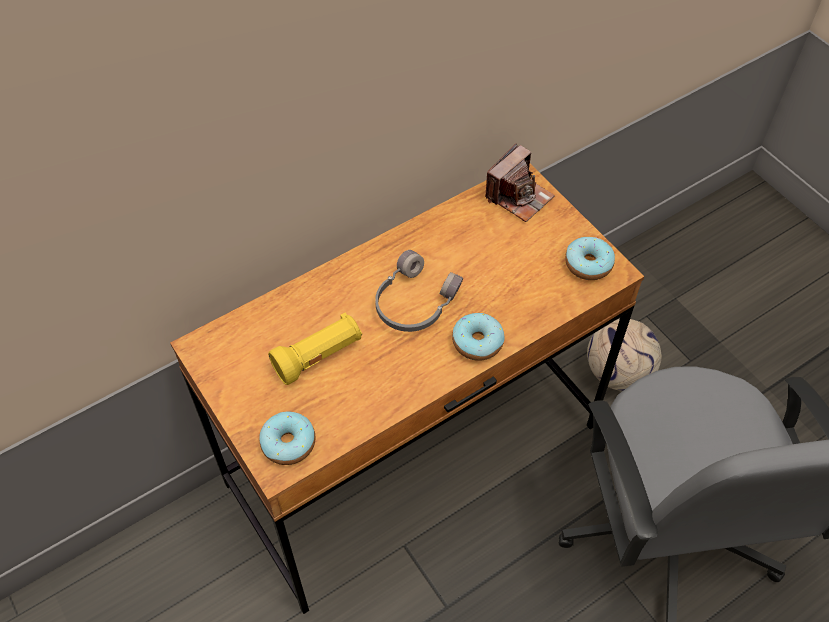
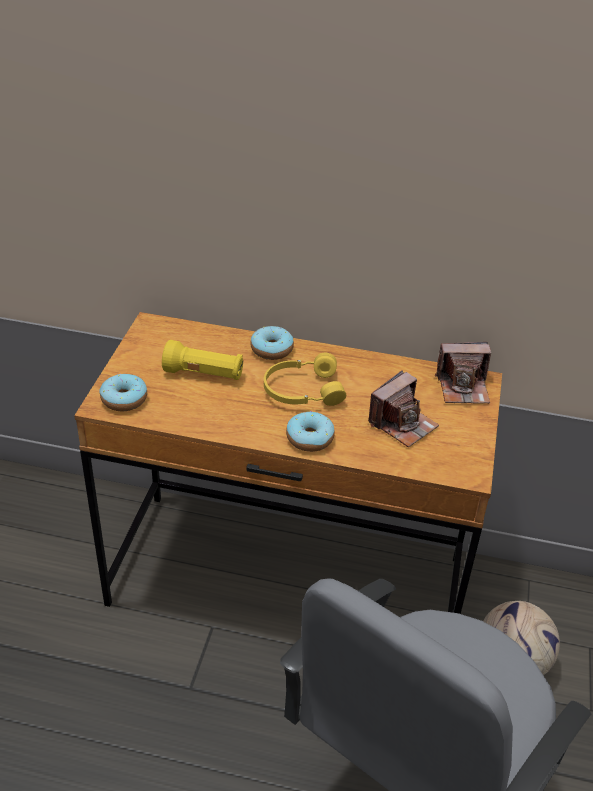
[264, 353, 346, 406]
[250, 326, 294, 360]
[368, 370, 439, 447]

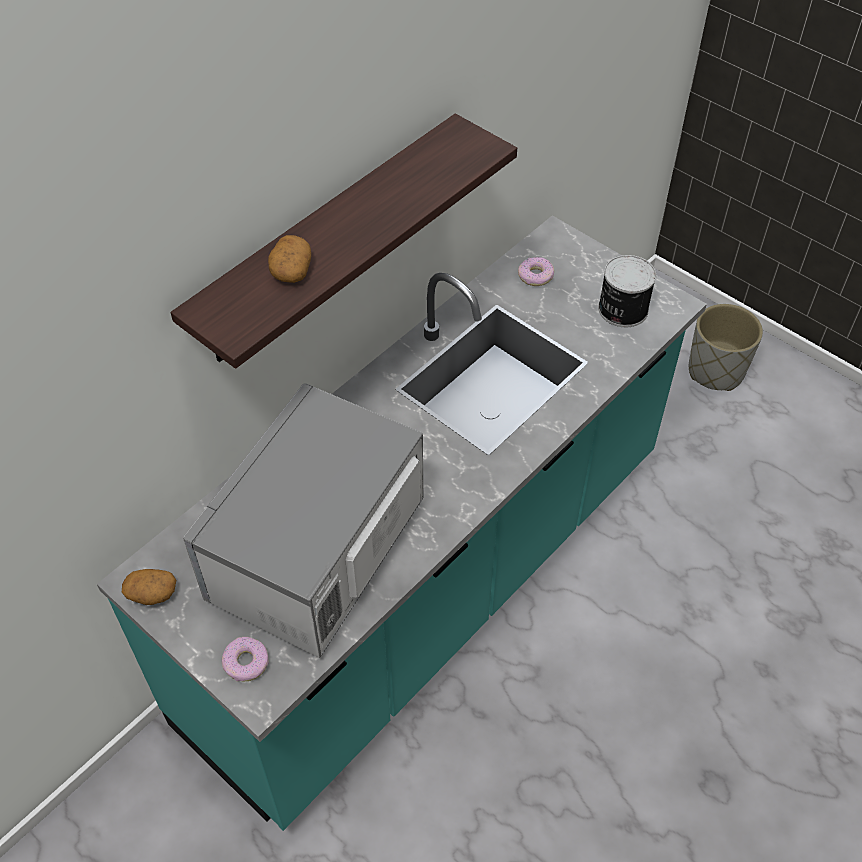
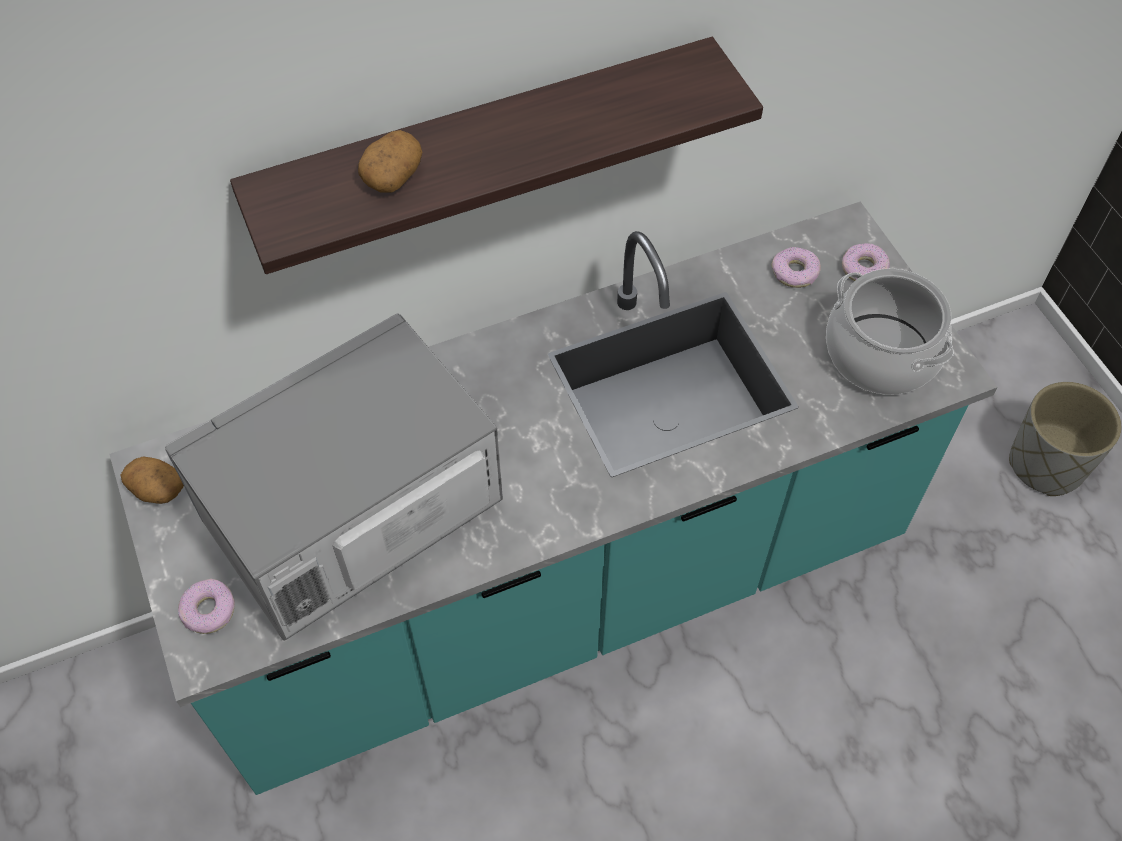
[826, 268, 954, 395]
[842, 243, 890, 281]

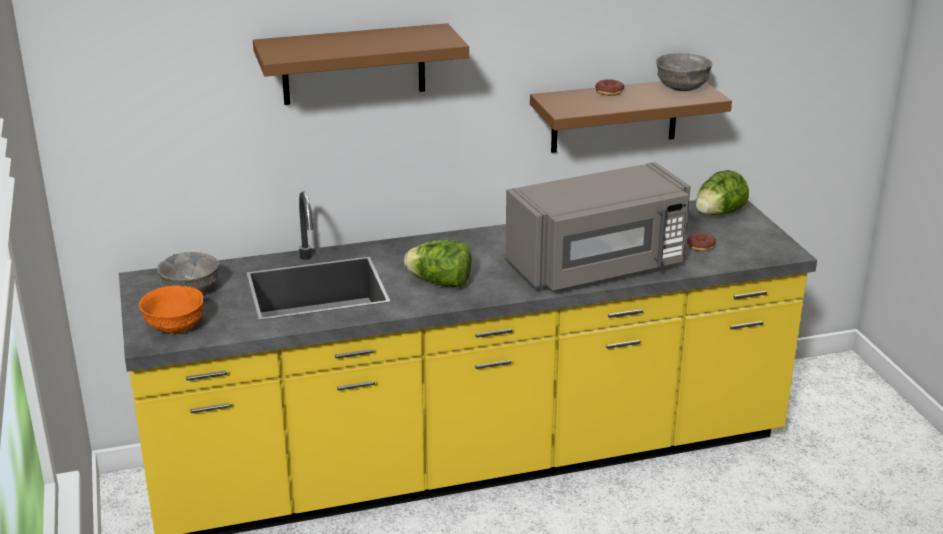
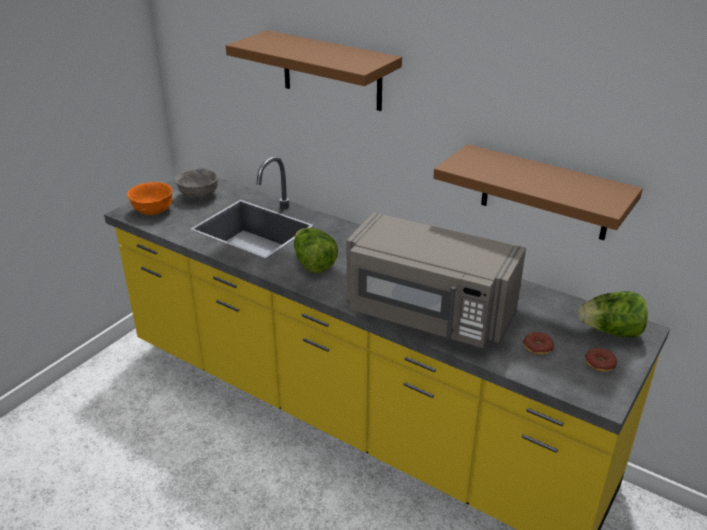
[585, 348, 617, 372]
[656, 53, 712, 91] (first image)

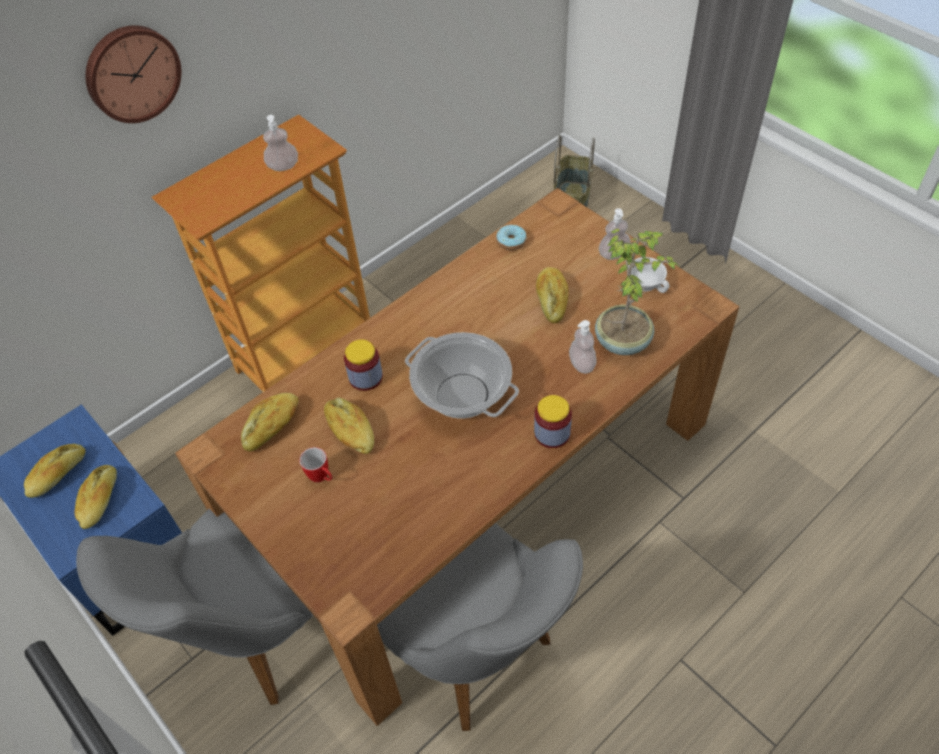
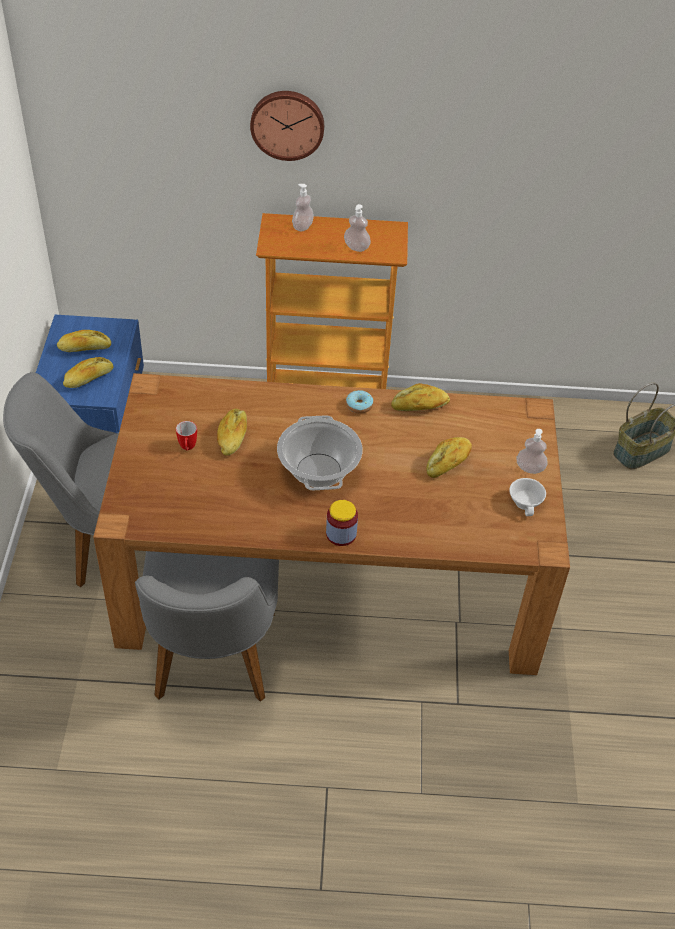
[391, 383, 450, 411]
[344, 340, 383, 391] (first image)
[346, 390, 373, 414]
[292, 184, 314, 231]
[595, 229, 678, 355] (first image)

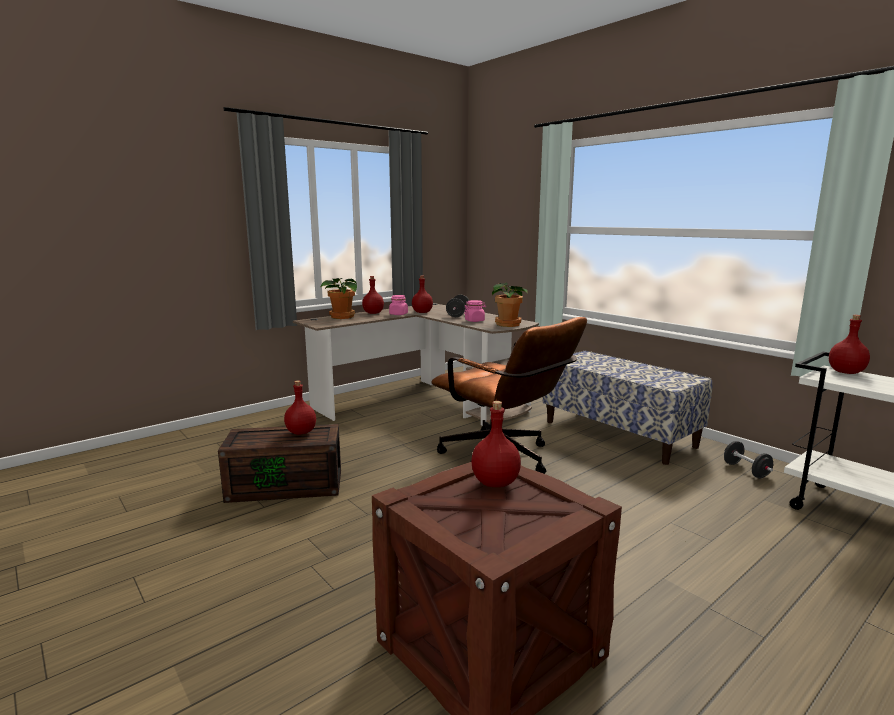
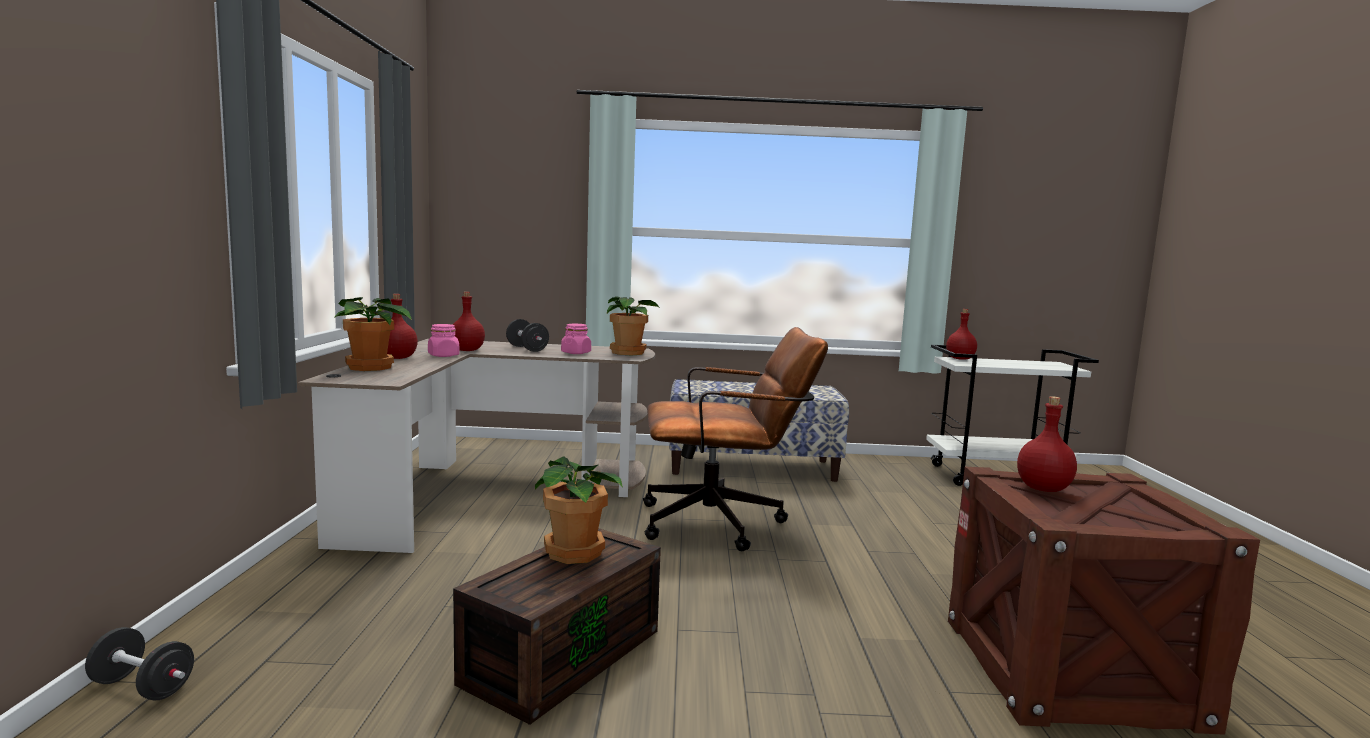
[535, 456, 623, 564]
[85, 627, 194, 701]

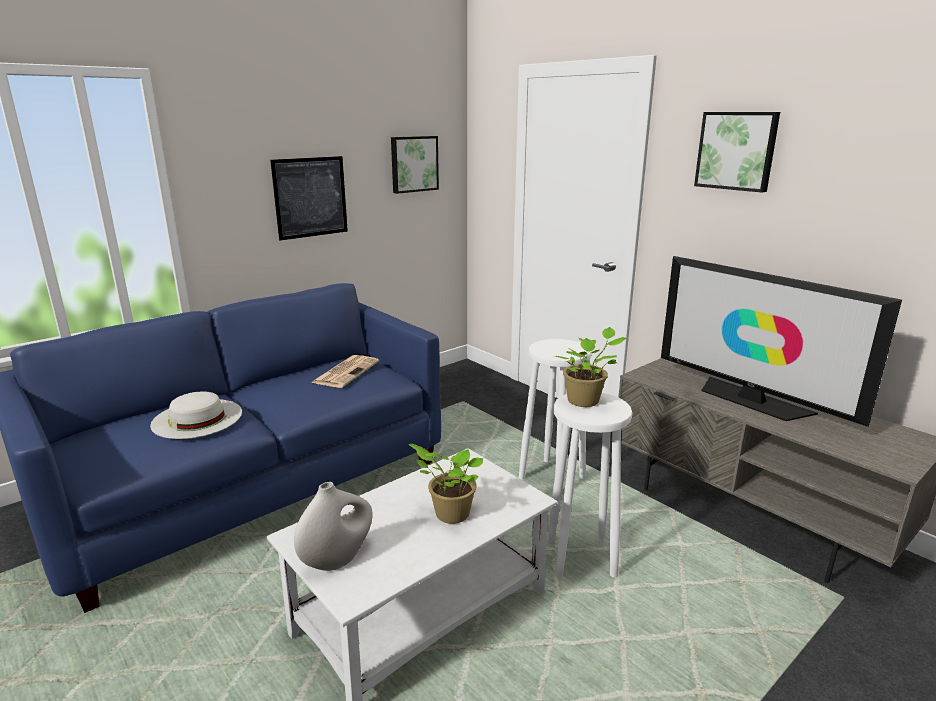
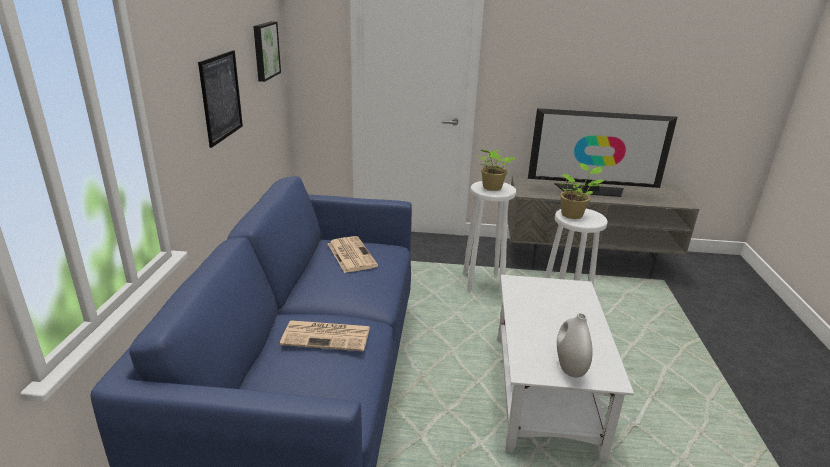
[280, 320, 370, 351]
[476, 150, 515, 191]
[694, 112, 780, 193] (first image)

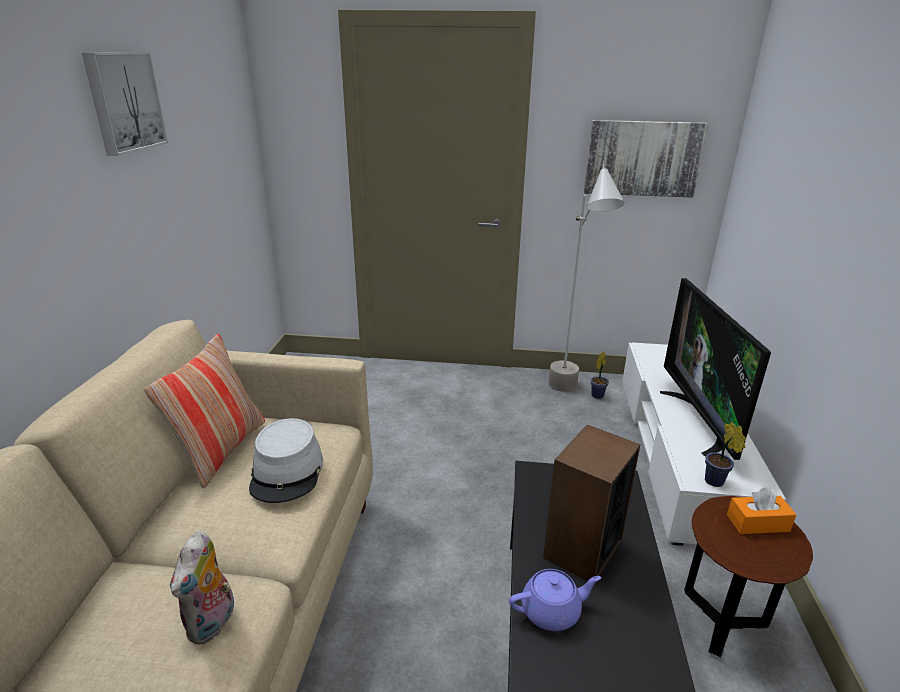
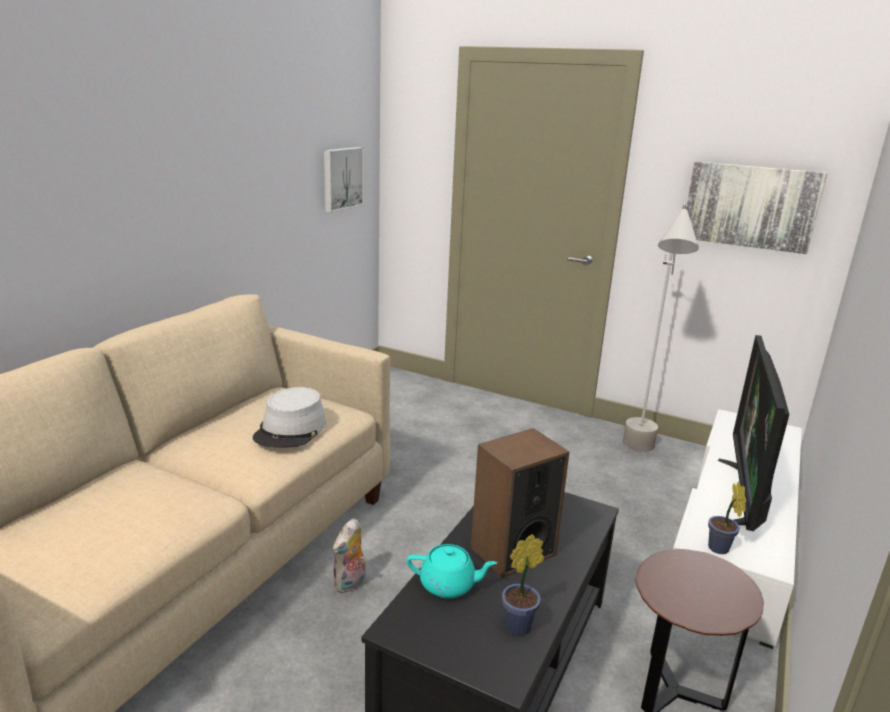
[324, 147, 364, 213]
[144, 334, 265, 489] (first image)
[333, 519, 366, 593]
[407, 544, 497, 598]
[502, 534, 544, 636]
[727, 487, 797, 534] (first image)

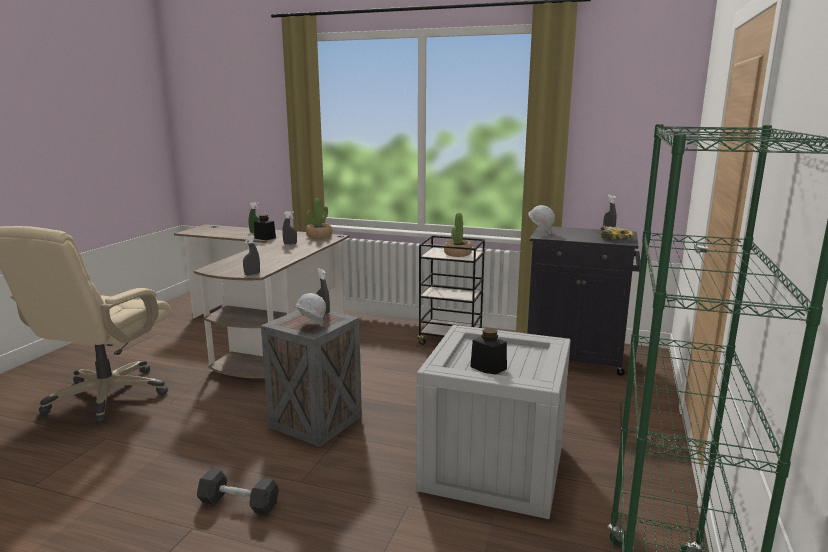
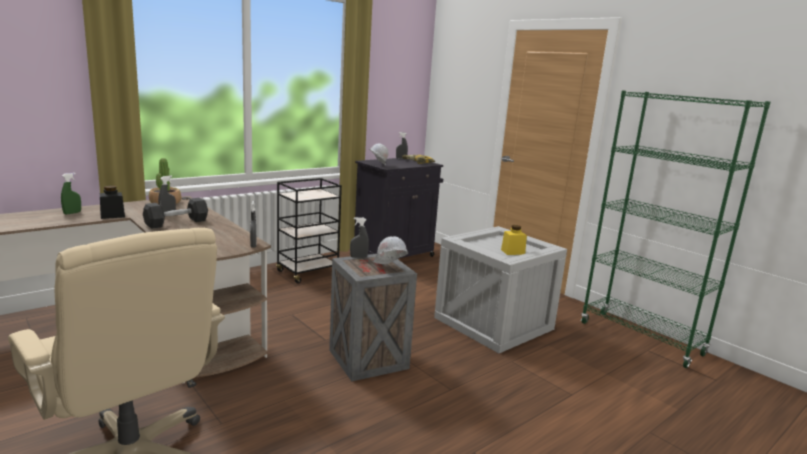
[143, 198, 208, 229]
[444, 213, 472, 257] (first image)
[501, 225, 527, 255]

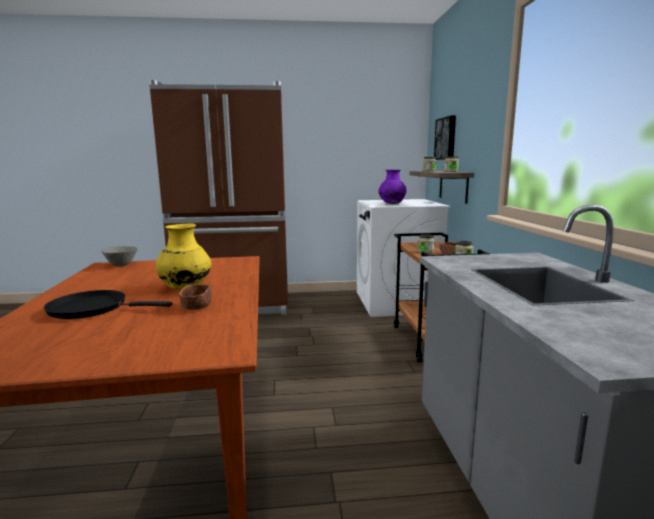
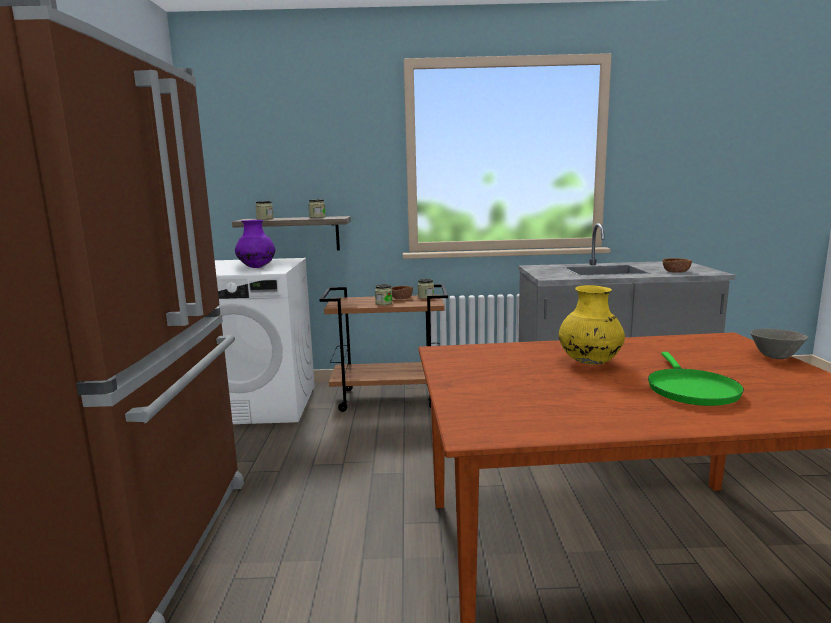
[648, 352, 744, 406]
[750, 329, 808, 359]
[663, 258, 692, 273]
[434, 116, 456, 160] (first image)

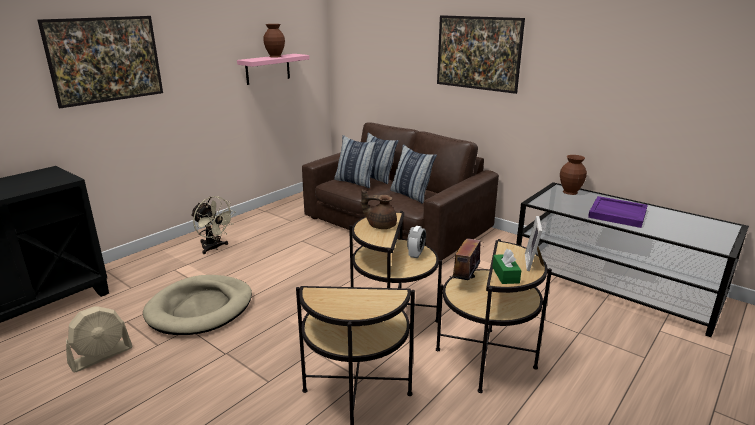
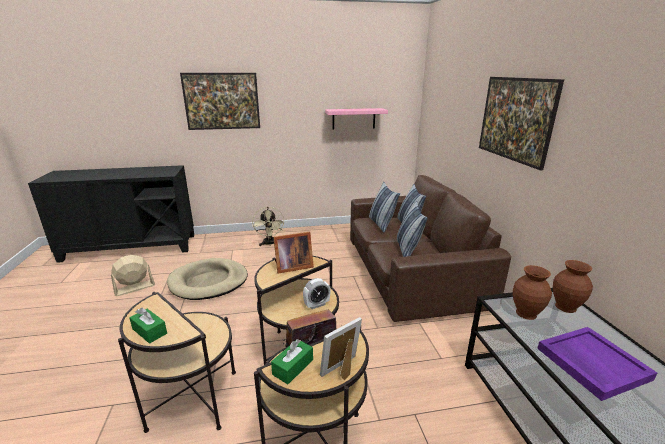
[111, 255, 155, 296]
[513, 265, 552, 320]
[273, 232, 314, 274]
[129, 308, 167, 343]

